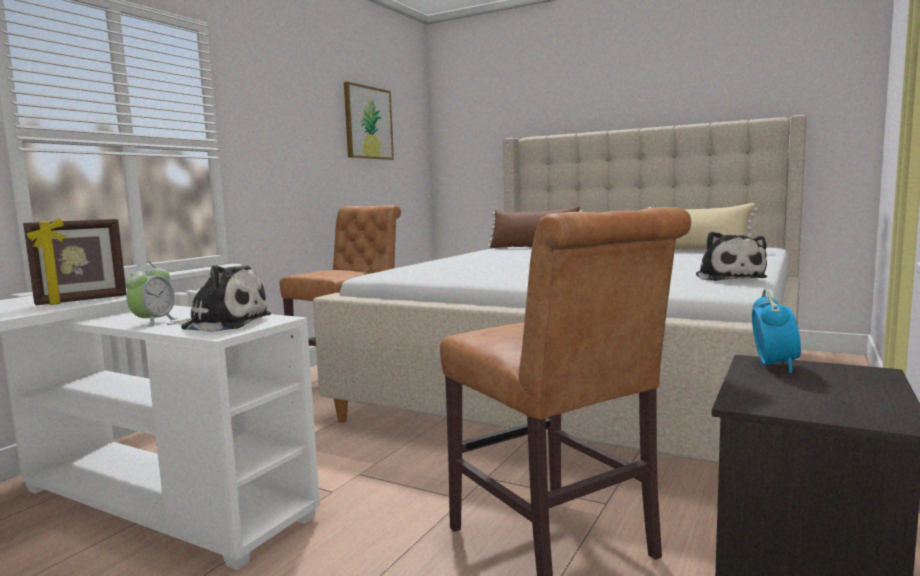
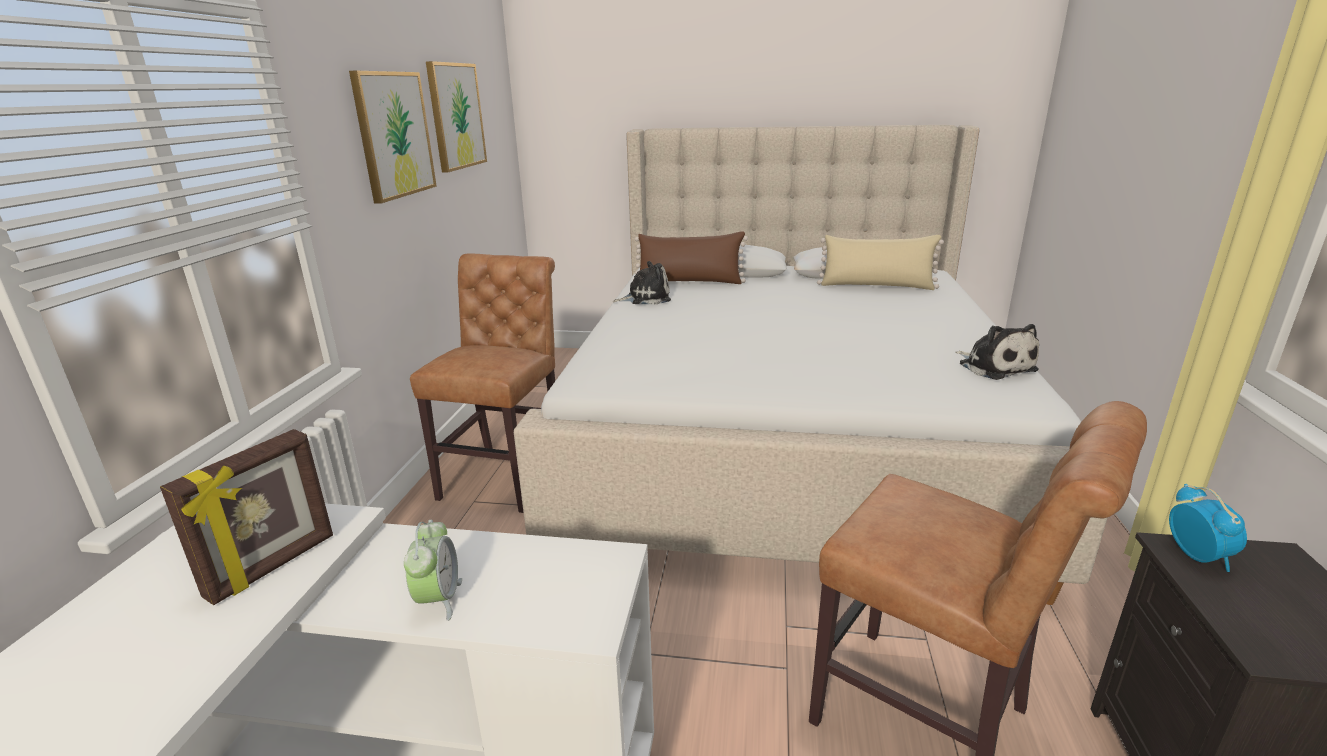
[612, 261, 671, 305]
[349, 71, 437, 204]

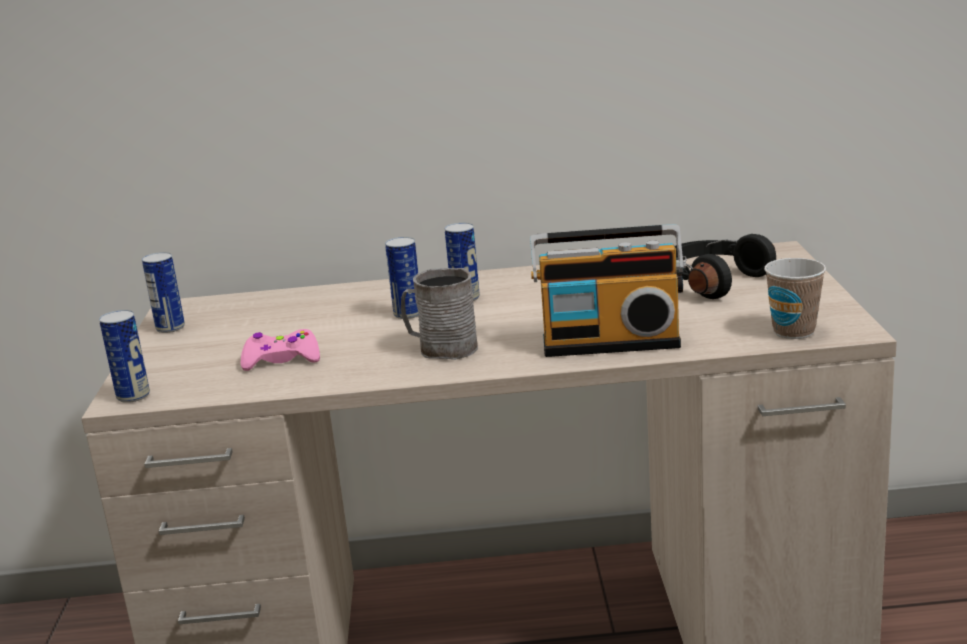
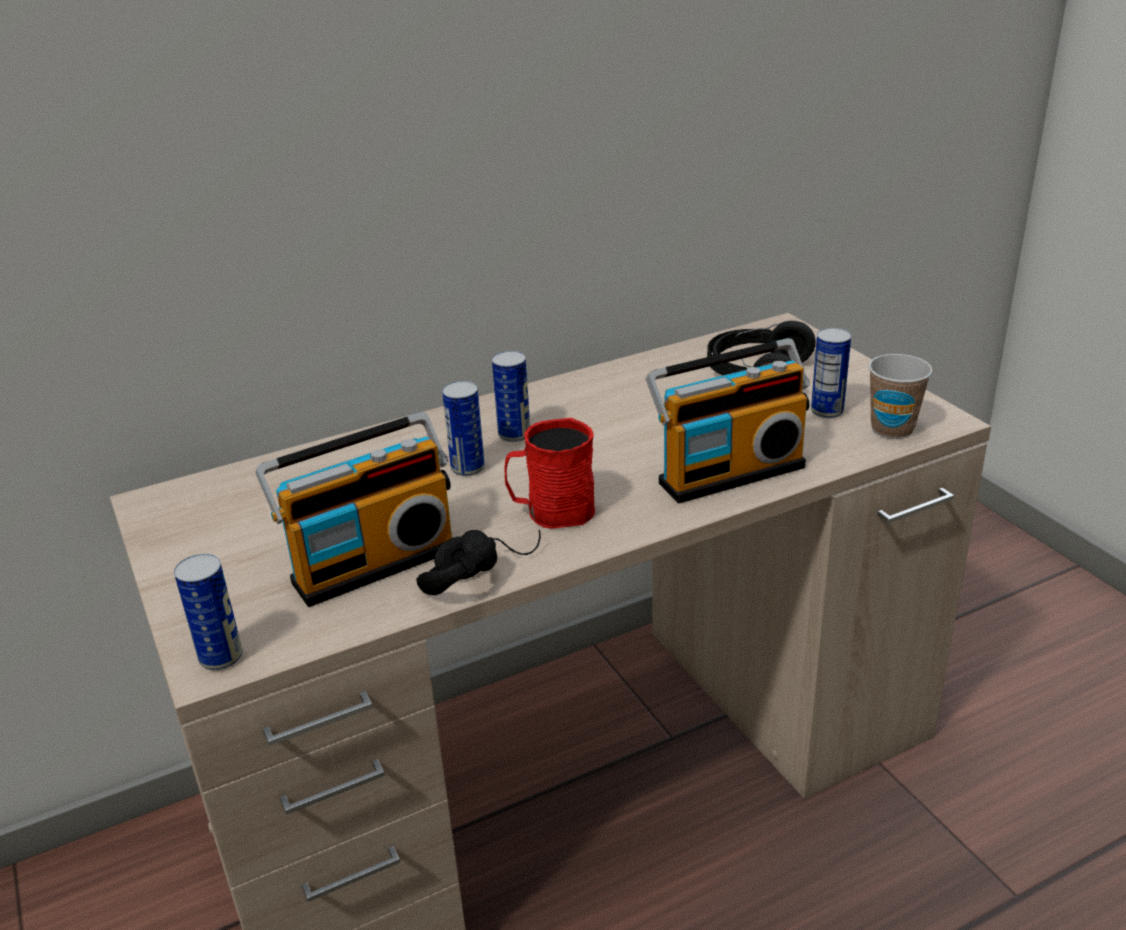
[811, 328, 851, 418]
[256, 412, 452, 607]
[505, 418, 595, 528]
[416, 530, 541, 595]

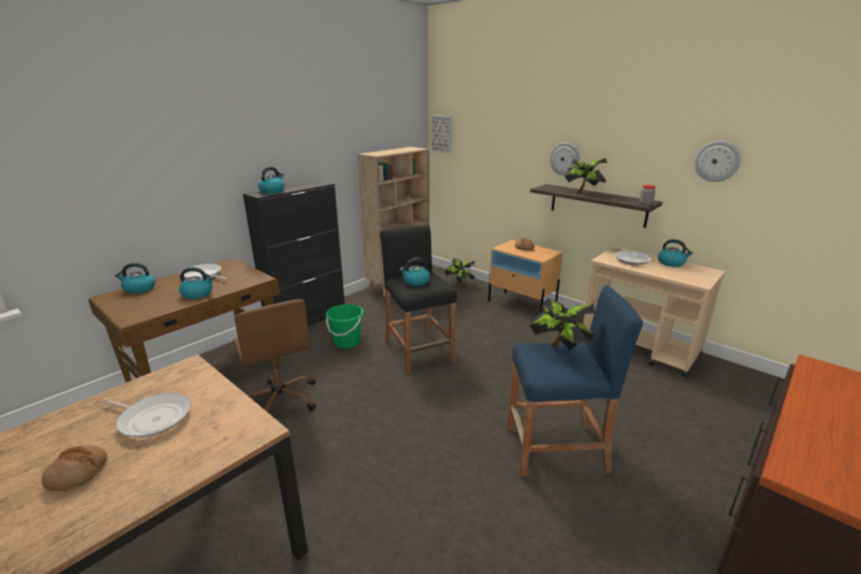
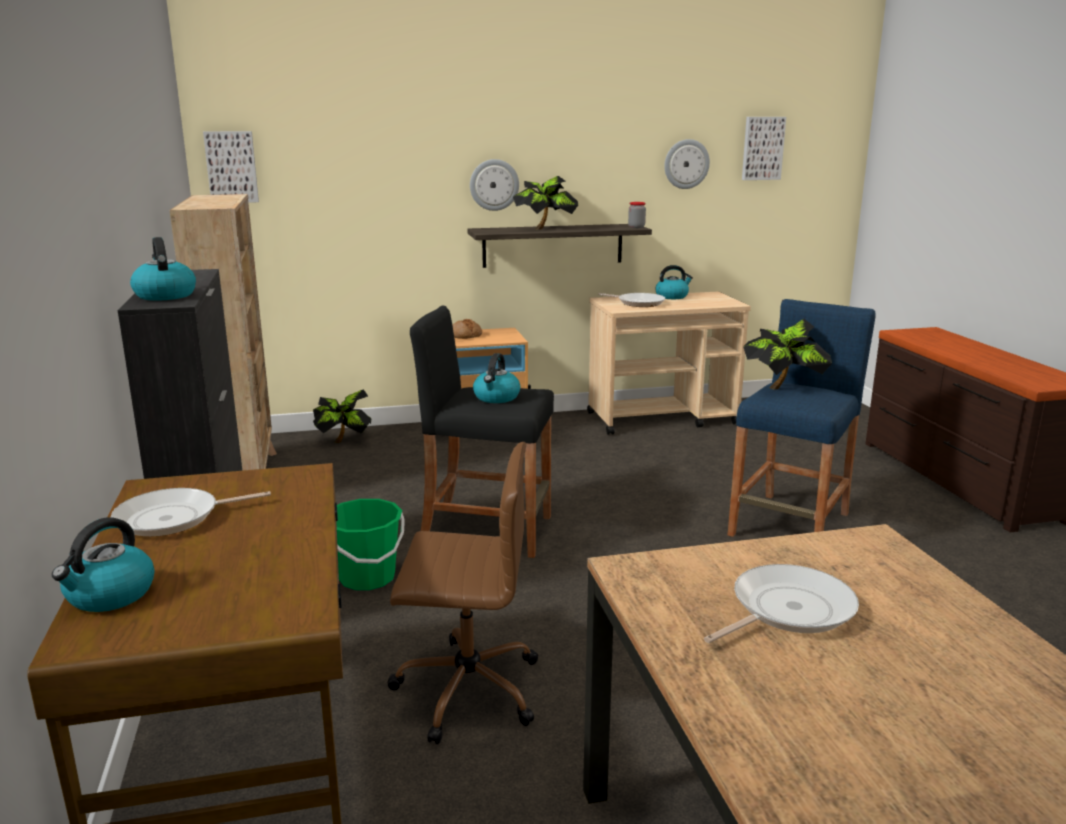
[42, 445, 107, 491] (first image)
[179, 267, 215, 299] (first image)
[742, 117, 786, 180]

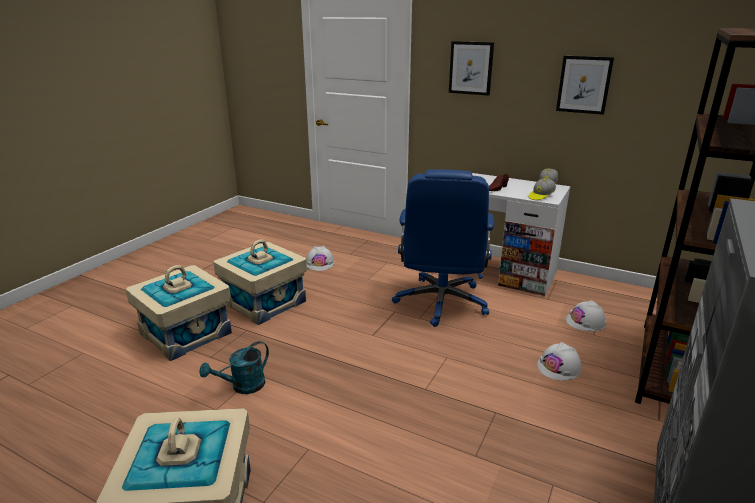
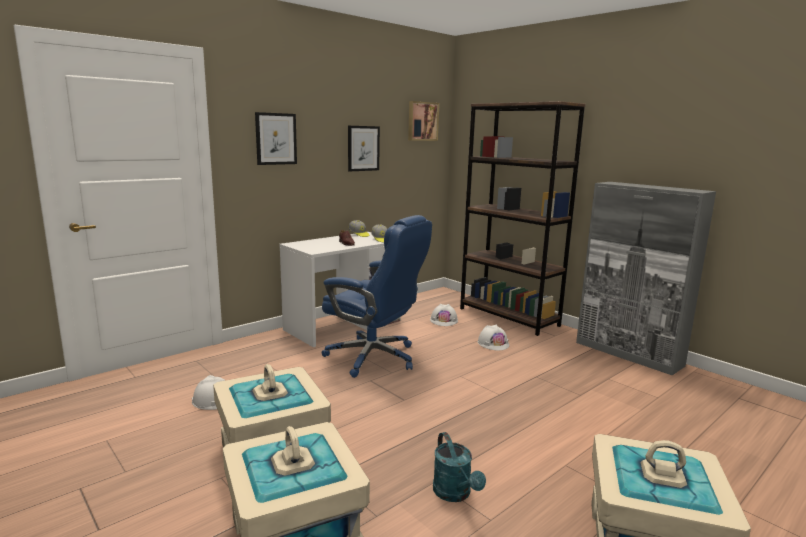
[408, 101, 439, 141]

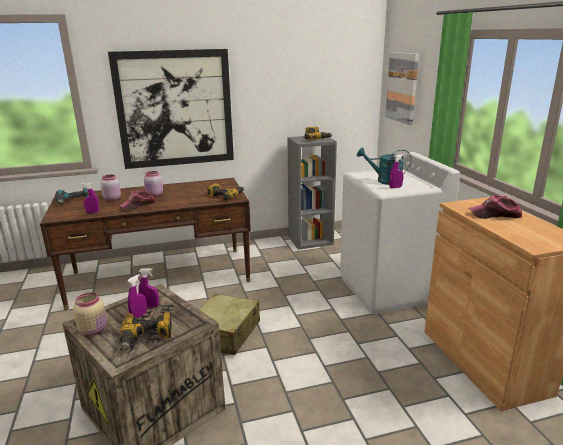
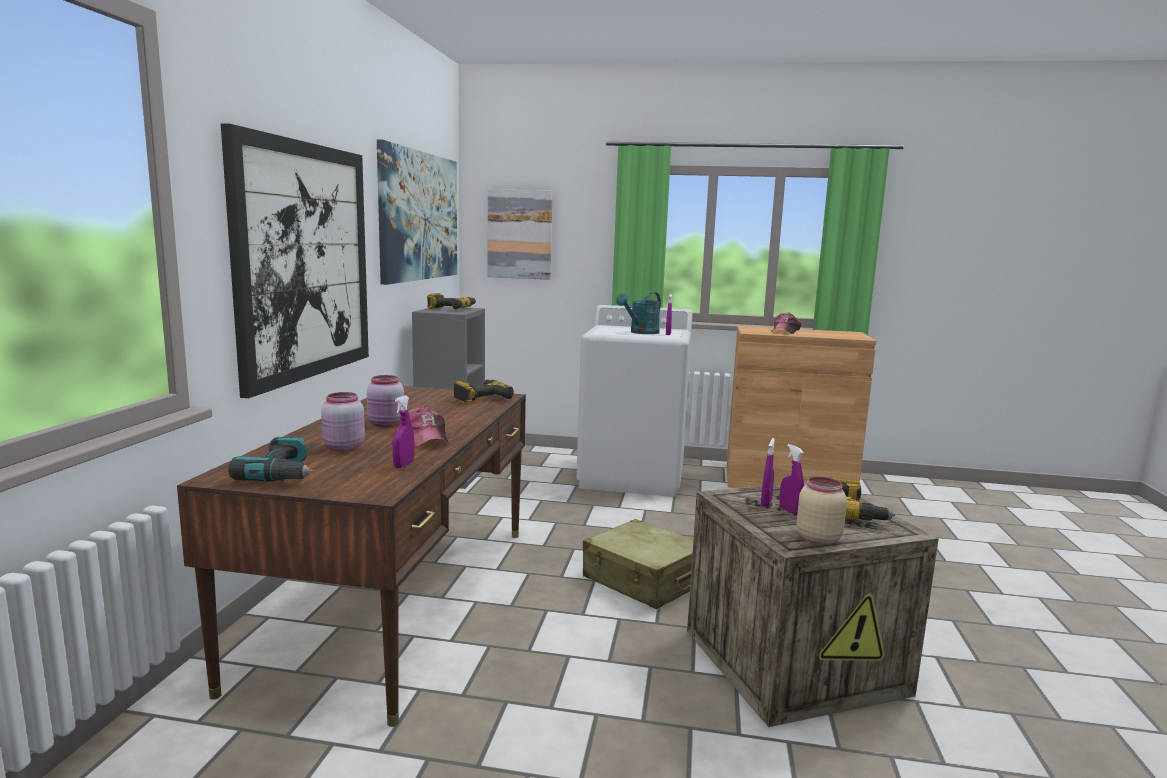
[377, 139, 457, 285]

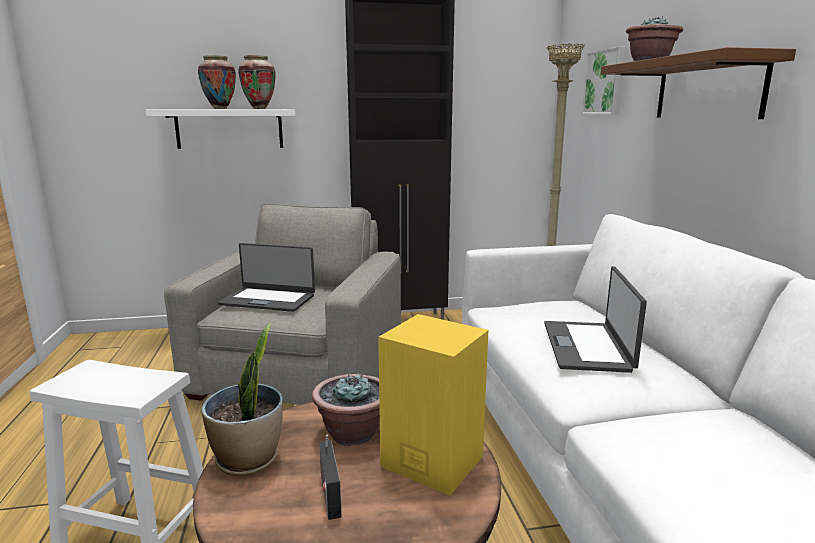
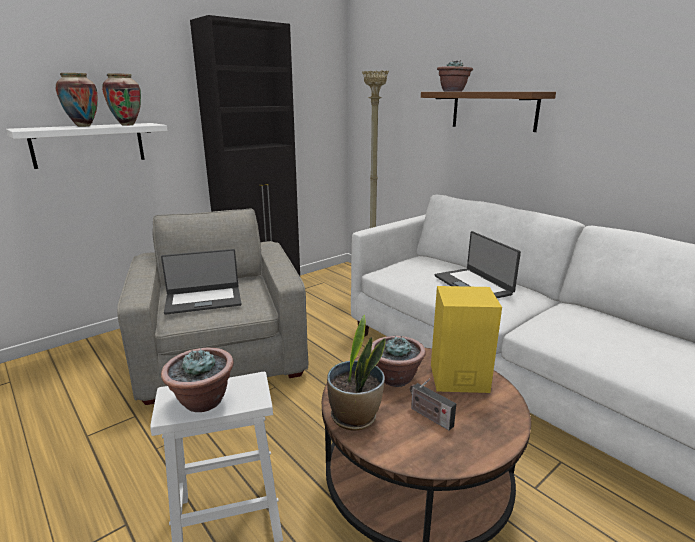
[582, 47, 626, 115] (first image)
[161, 348, 234, 412]

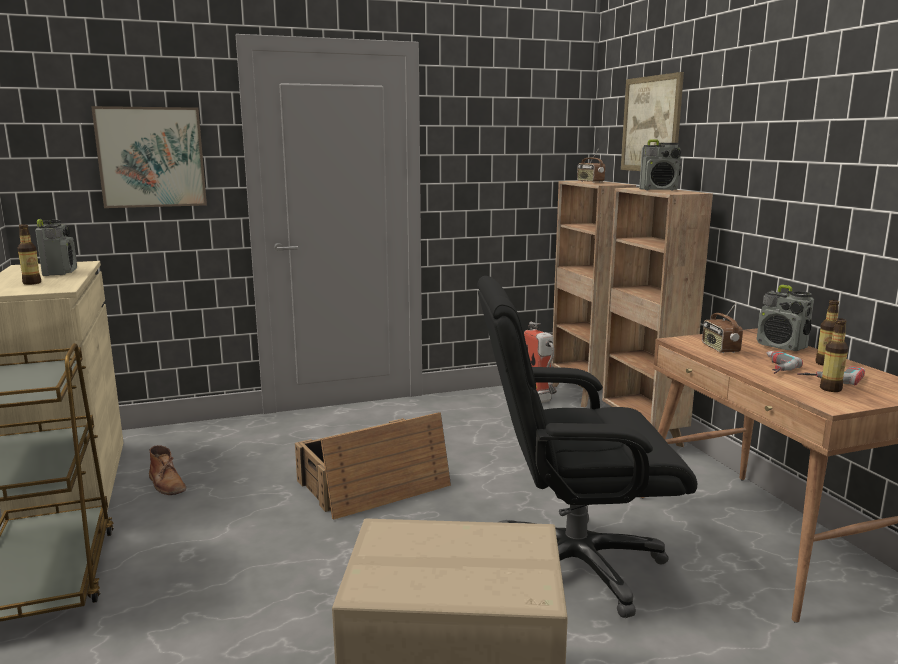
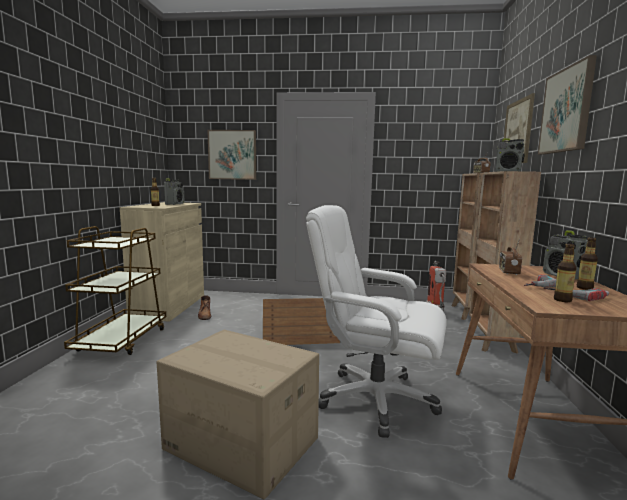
[306, 205, 447, 438]
[538, 55, 597, 155]

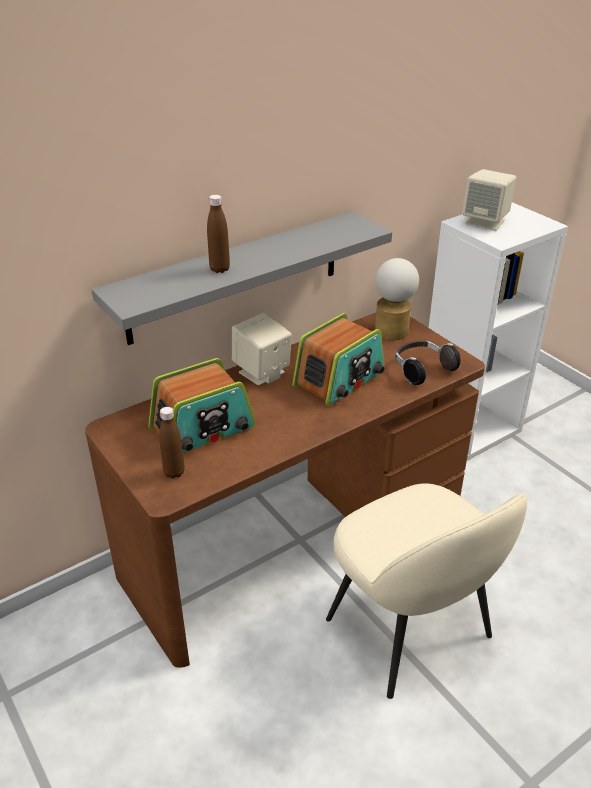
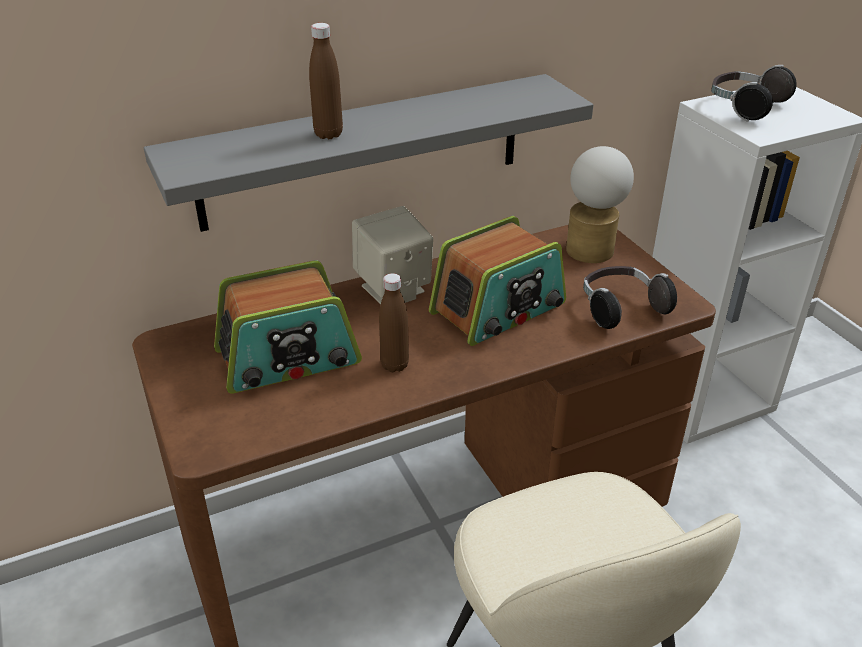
[379, 273, 409, 372]
[711, 65, 797, 121]

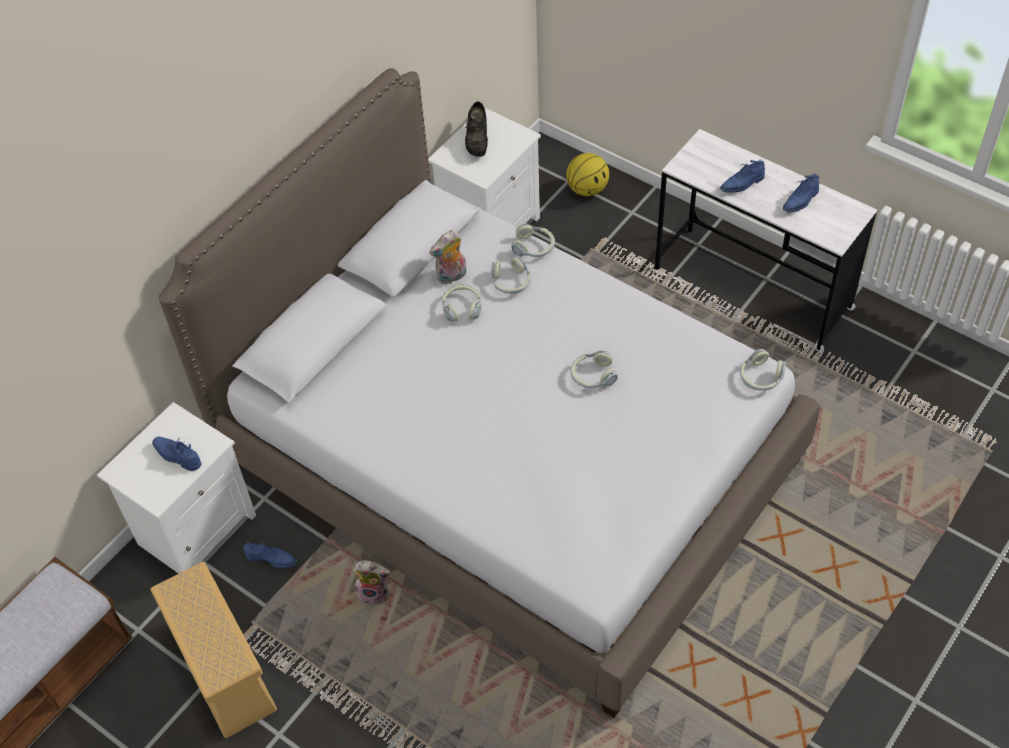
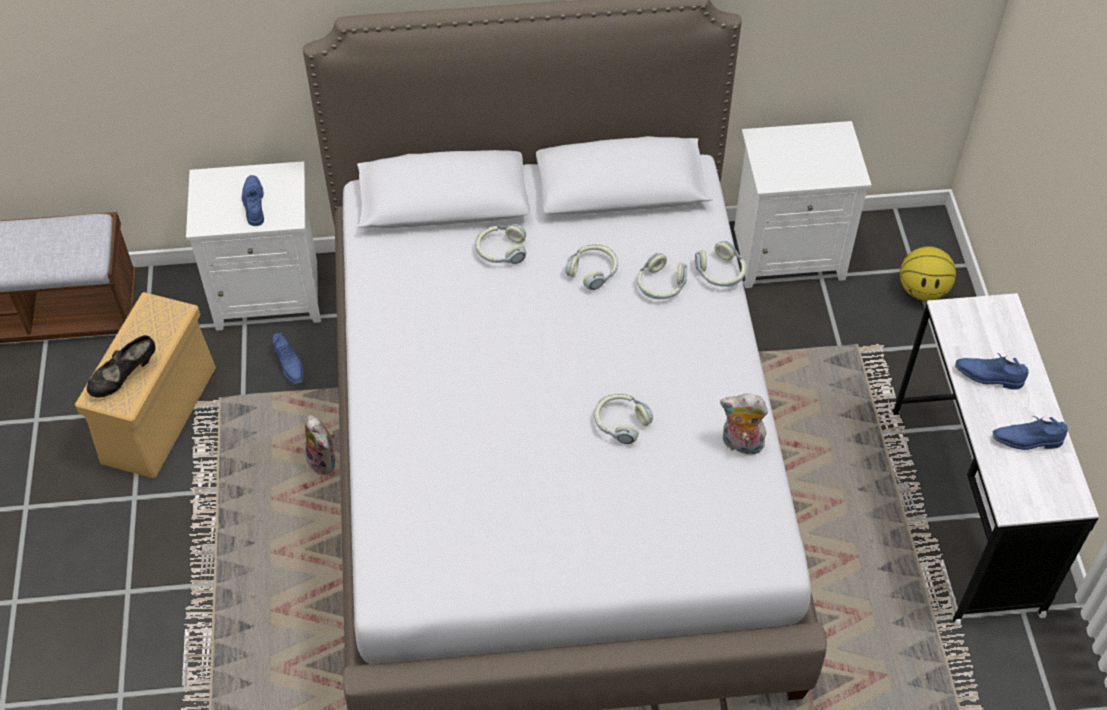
[720, 394, 768, 455]
[87, 335, 155, 398]
[475, 224, 526, 264]

